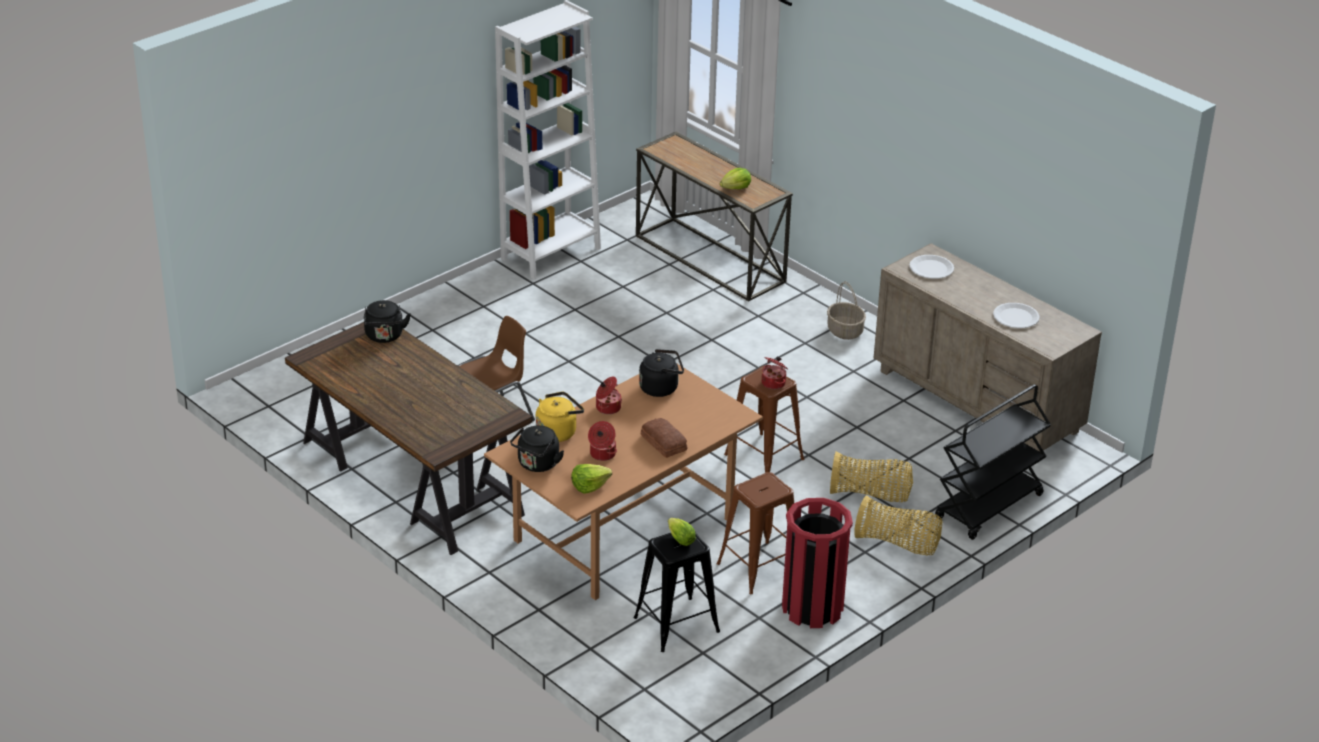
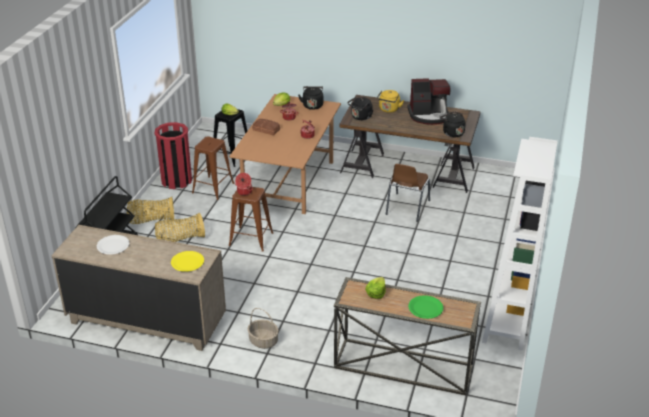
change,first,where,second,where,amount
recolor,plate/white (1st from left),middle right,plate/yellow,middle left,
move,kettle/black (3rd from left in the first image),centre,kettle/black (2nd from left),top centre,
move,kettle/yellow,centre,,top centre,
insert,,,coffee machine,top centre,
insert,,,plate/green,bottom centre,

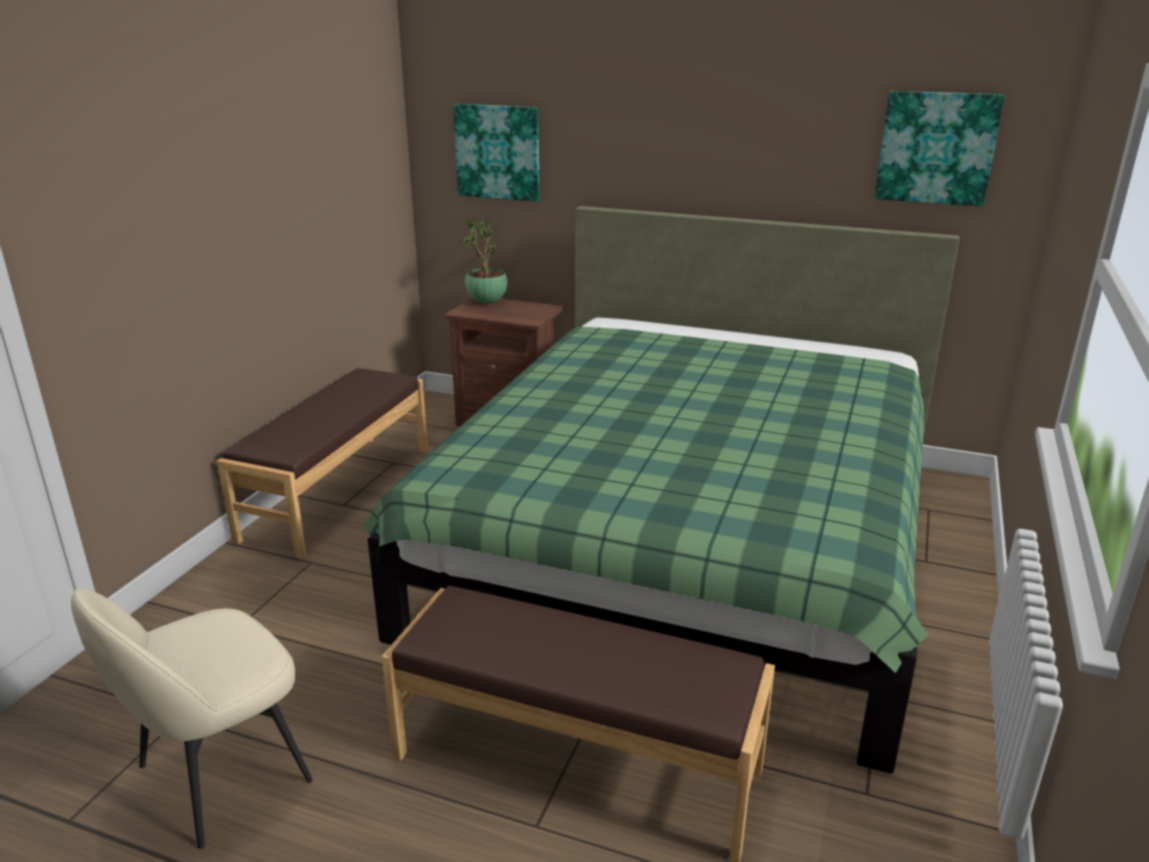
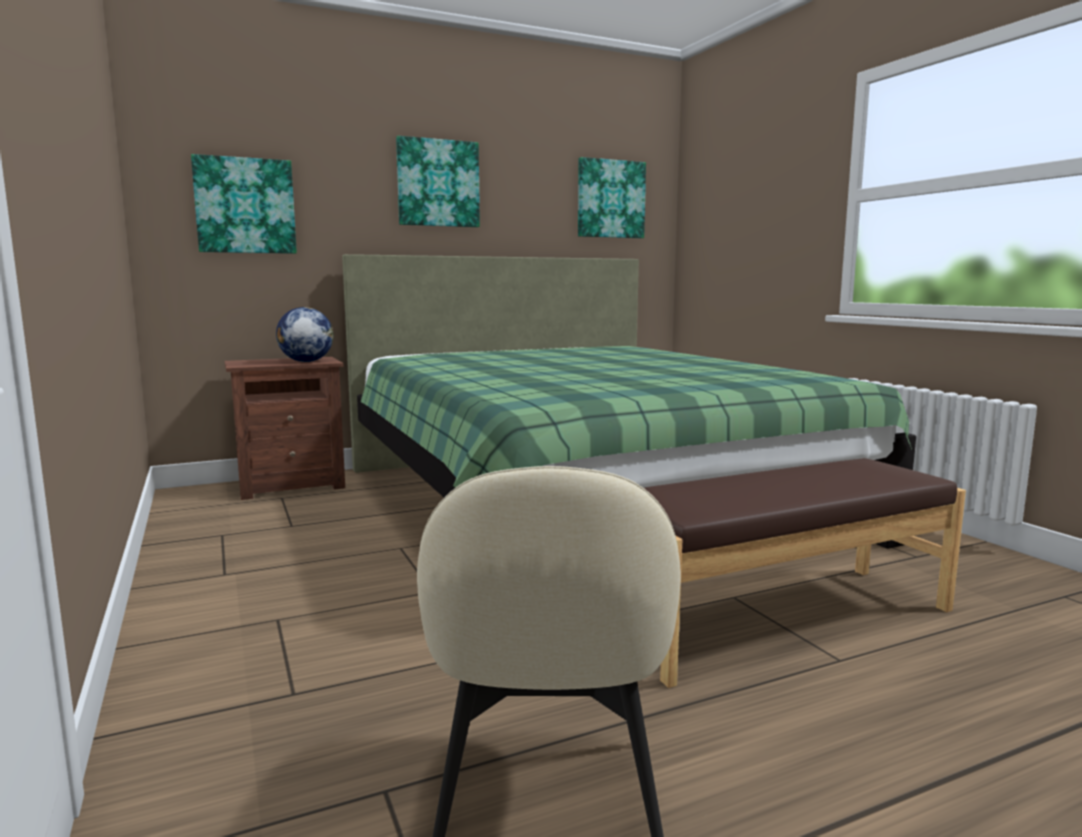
change,first,where,second,where,amount
delete,potted plant,top centre,,,
delete,bench/brown (1st from left),middle left,,,
insert,,,picture (2nd from left),top centre,
insert,,,globe,middle left,

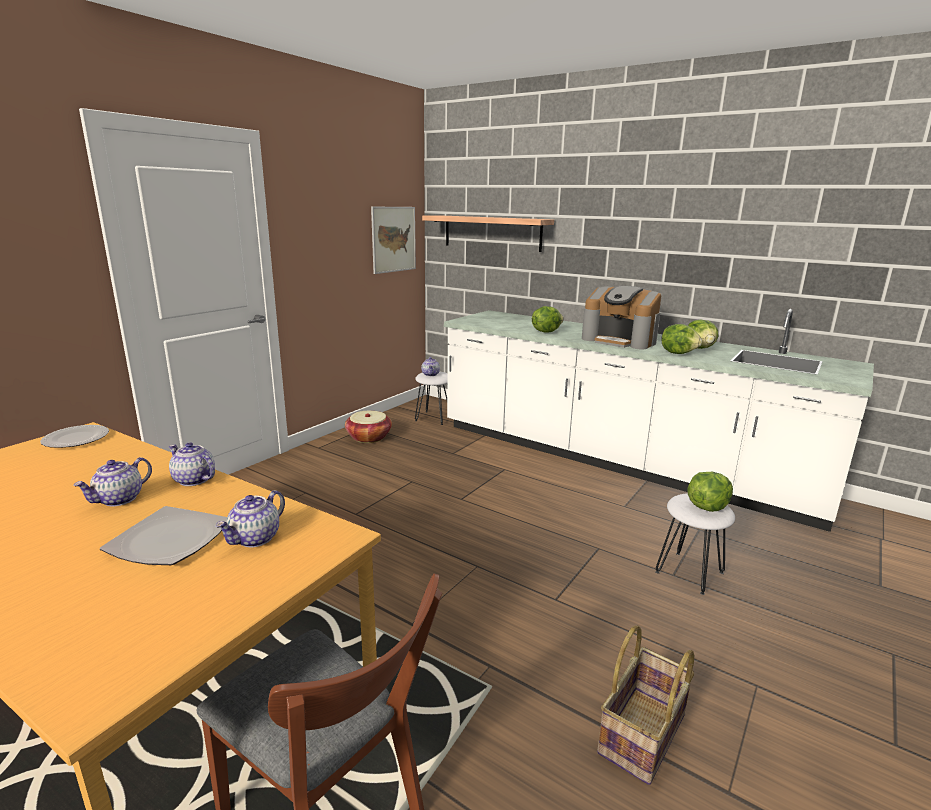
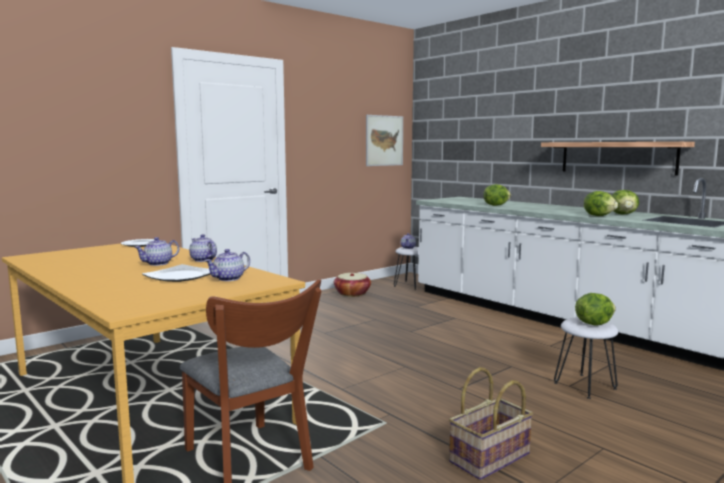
change,first,where,second,where,amount
move,shelf,top centre,,top right,
delete,coffee machine,middle right,,,

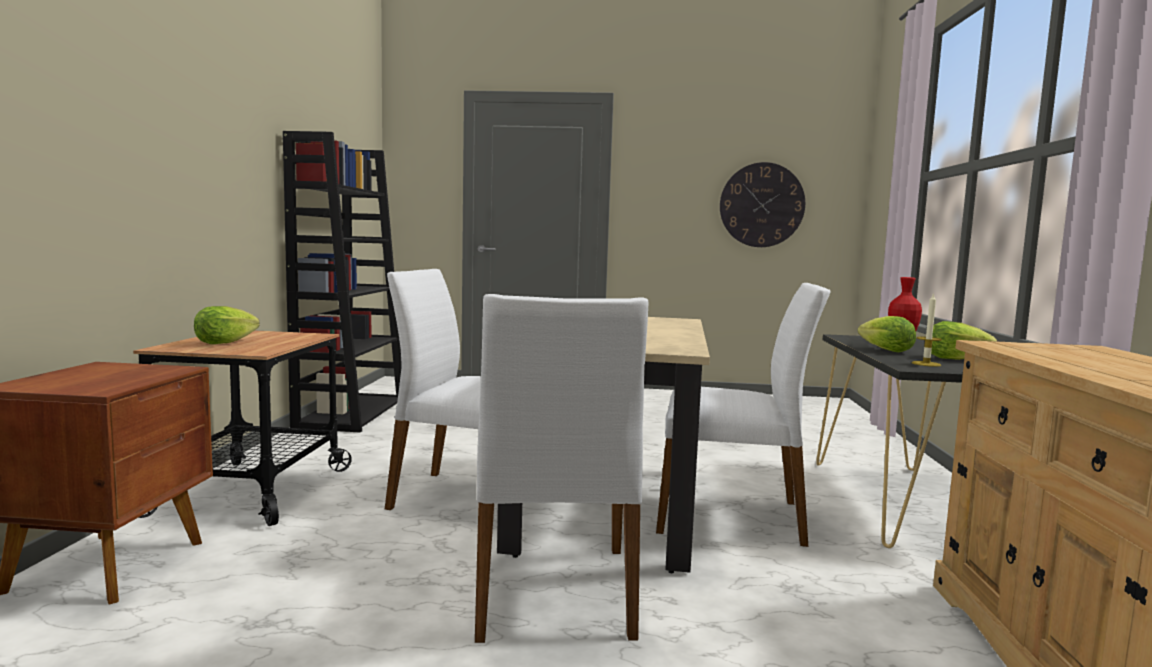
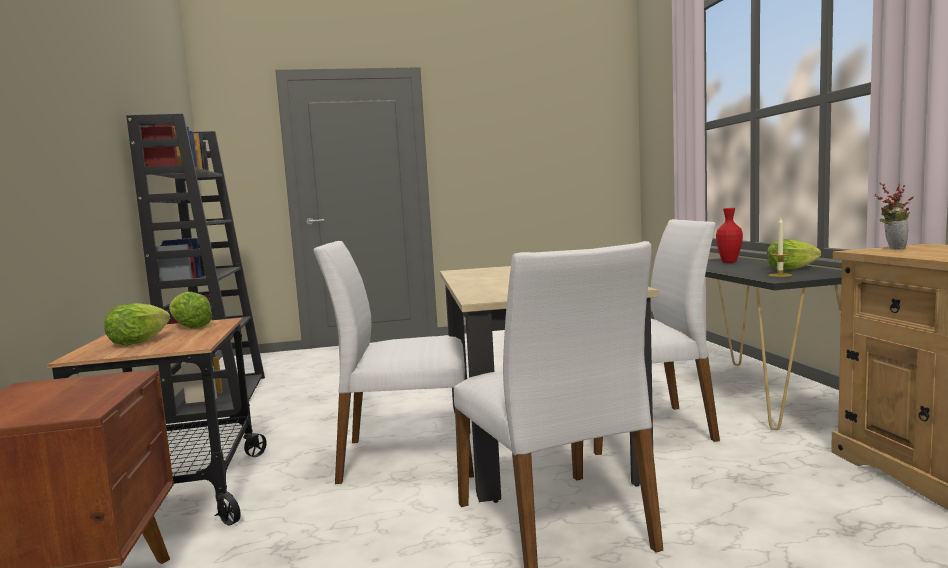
change,first,where,second,where,amount
delete,wall clock,top centre,,,
move,lettuce (2nd from left),middle right,,middle left,
insert,,,potted plant,middle right,

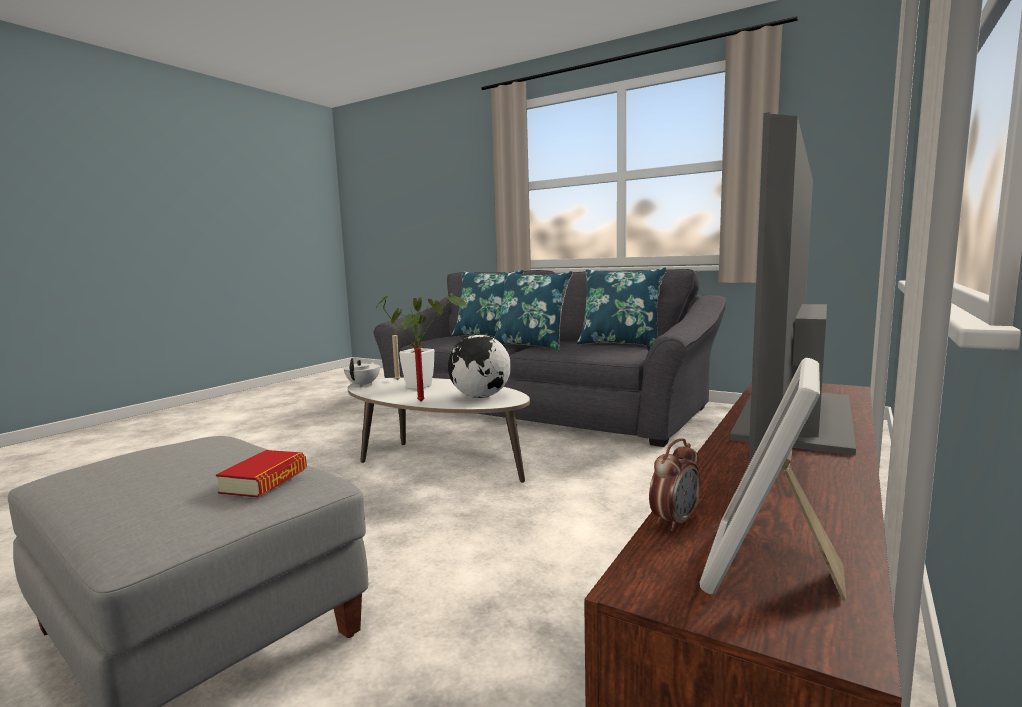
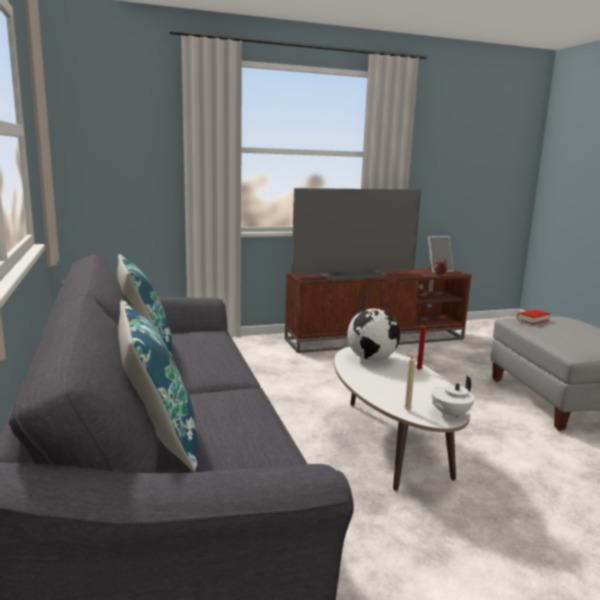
change,first,where,second,where,amount
delete,pillow/blue (2nd from left),centre,,,
delete,potted plant,centre,,,

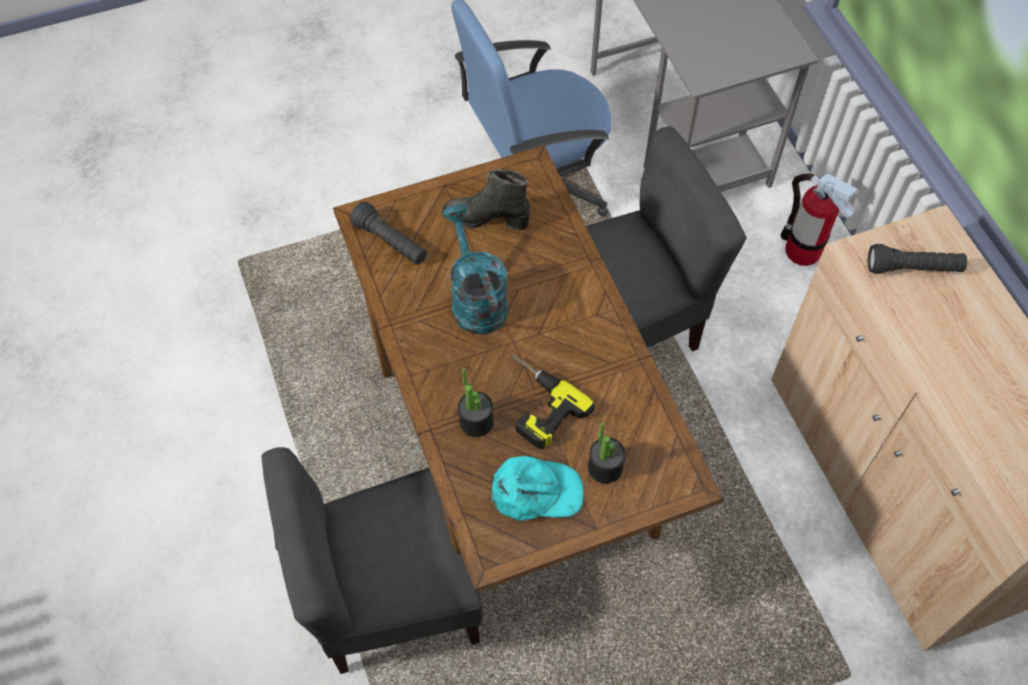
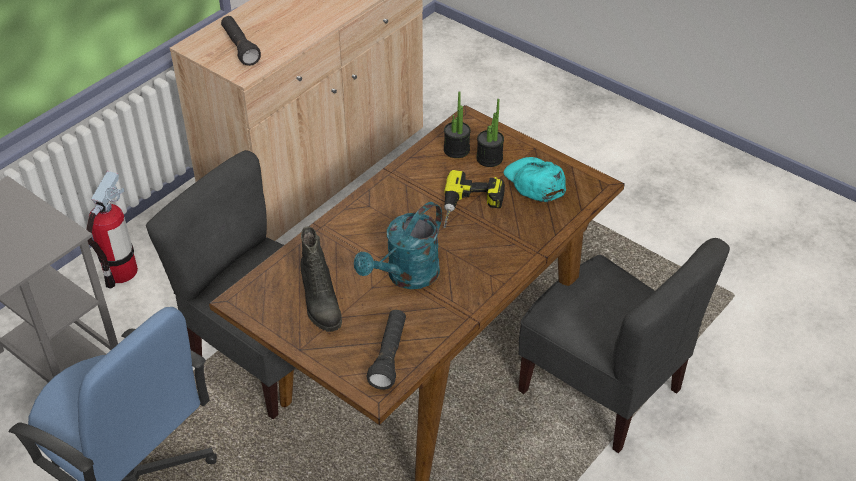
change,first,where,second,where,amount
move,potted plant (1st from left),centre,,top centre,

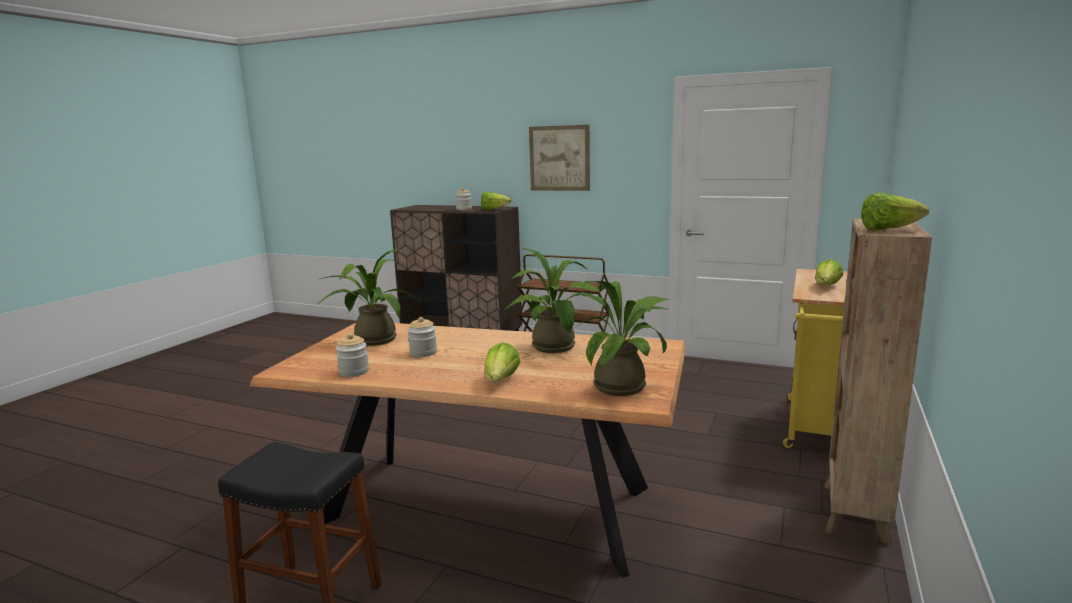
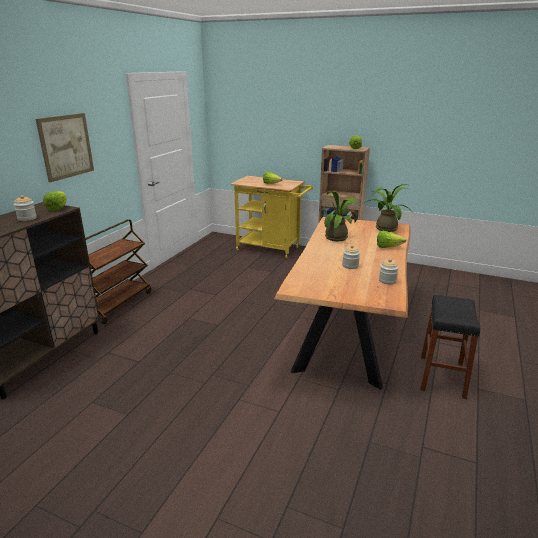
change,first,where,second,where,amount
delete,potted plant (1st from left),centre,,,

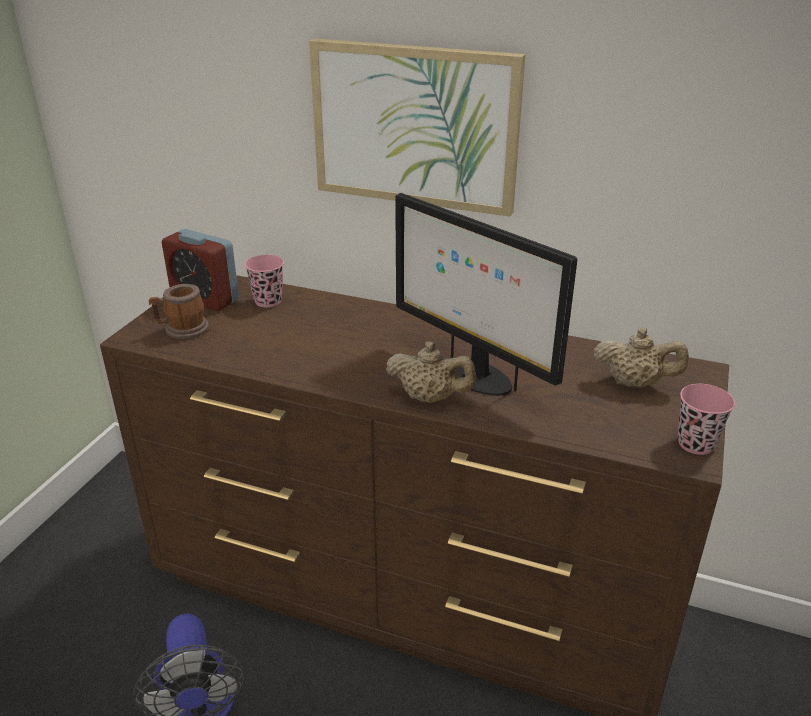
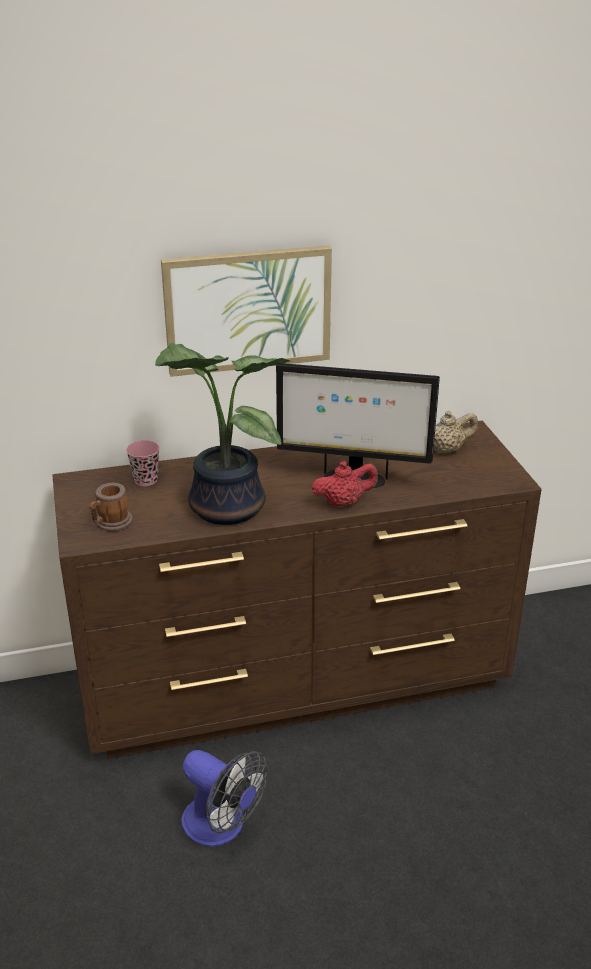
change,first,where,second,where,amount
delete,alarm clock,middle left,,,
recolor,teapot/beige (1st from left),centre,teapot/red,centre,
delete,cup/pink (2nd from left),middle right,,,
insert,,,potted plant,centre,

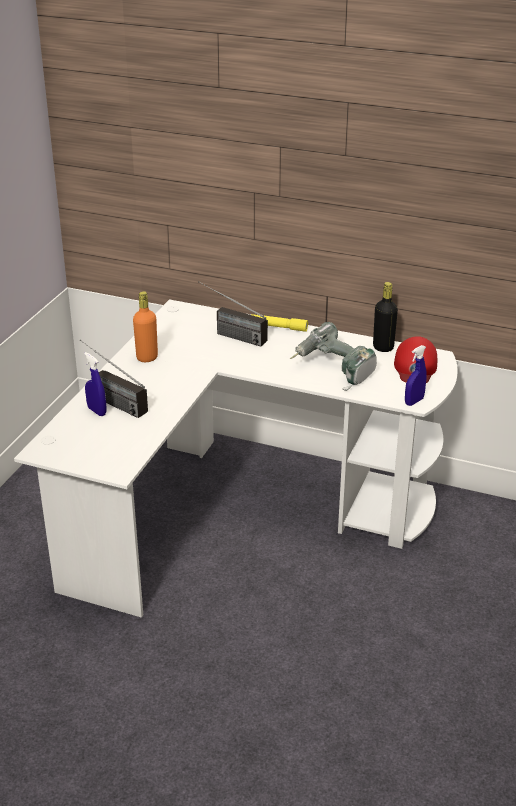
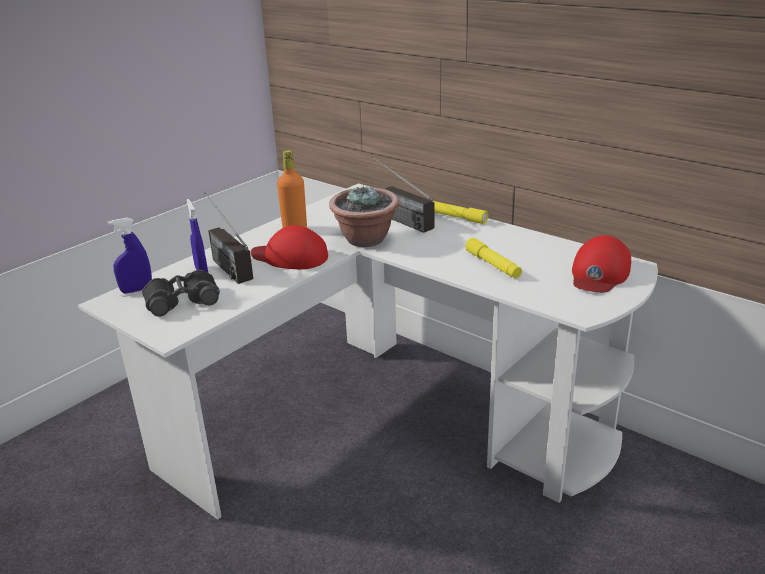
change,first,where,second,where,amount
delete,bottle/black,middle right,,,
replace,power drill,centre,flashlight/yellow (2nd from left),centre,
move,spray bottle/blue (2nd from left in the first image),middle right,spray bottle/blue (1st from left),middle left,
insert,,,potted plant,centre,
insert,,,cap/red (1st from left),centre,
insert,,,binoculars/black,middle left,

